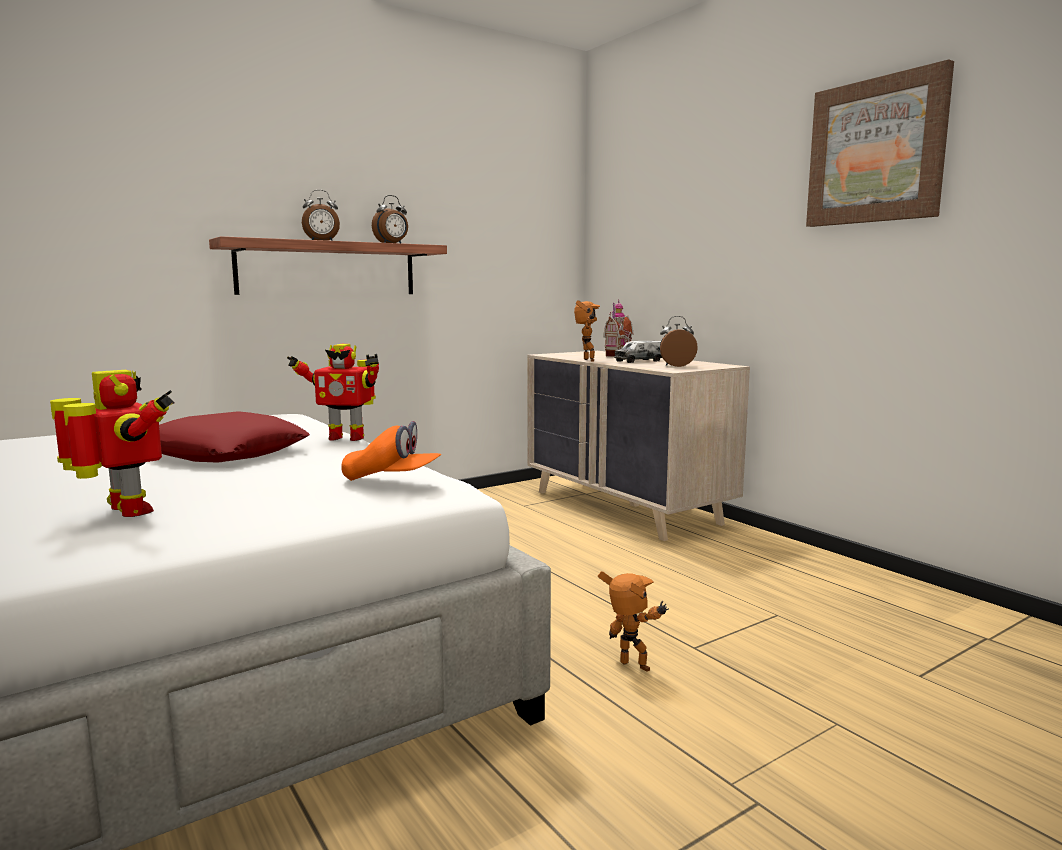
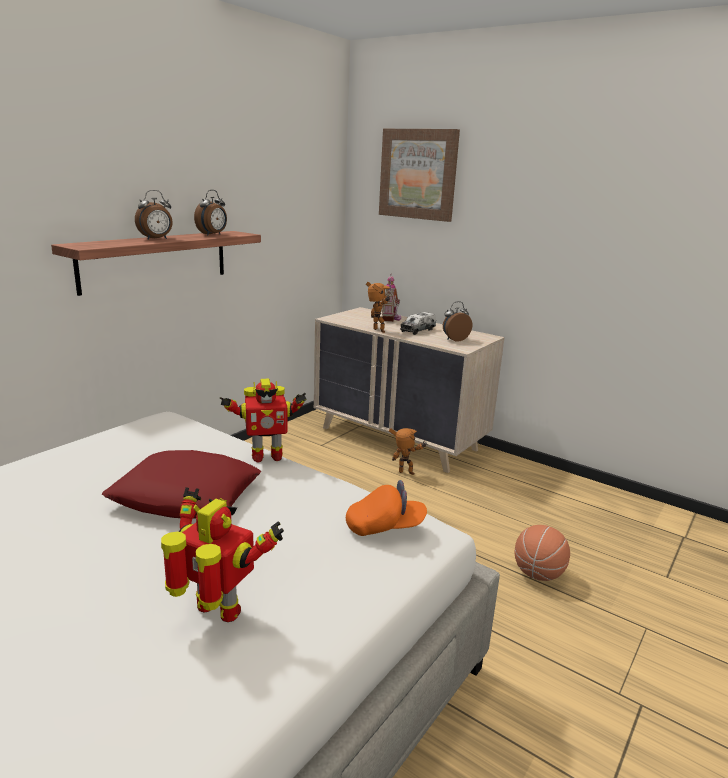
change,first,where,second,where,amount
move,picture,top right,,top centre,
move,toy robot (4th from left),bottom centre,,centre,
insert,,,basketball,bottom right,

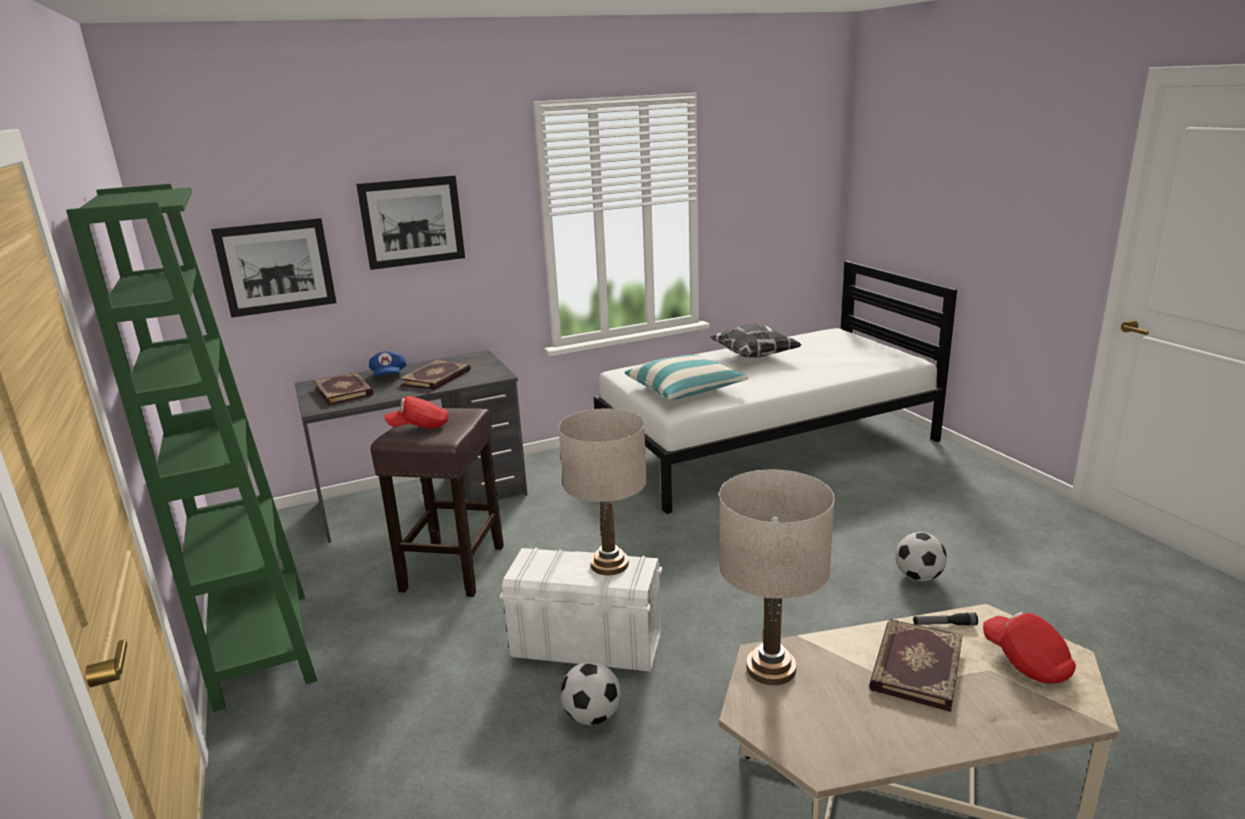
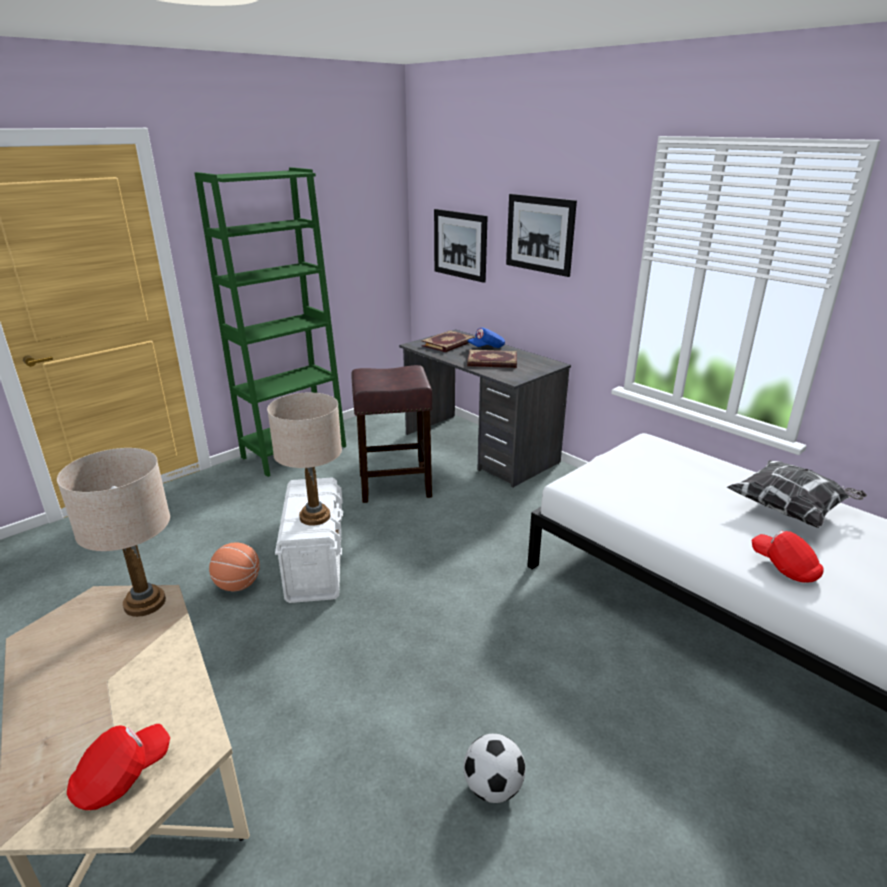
change,first,where,second,where,amount
delete,pillow (1st from left),centre,,,
move,cap/red (1st from left in the first image),centre,cap/red (2nd from left),middle right,
delete,flashlight,bottom right,,,
delete,book (3rd from left),bottom right,,,
replace,football (1st from left),bottom centre,basketball,middle left,

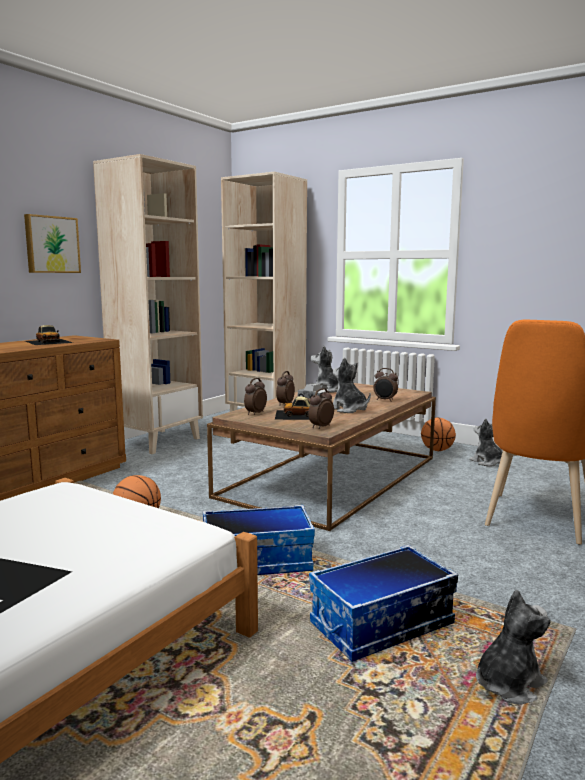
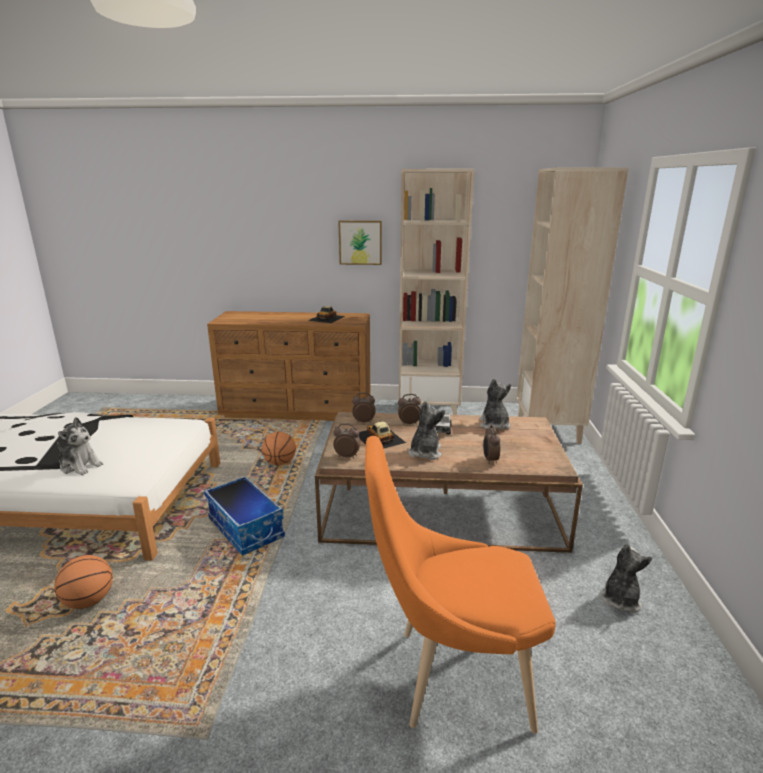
change,first,where,second,where,amount
move,basketball (2nd from left in the first image),middle right,basketball (1st from left),bottom left,
delete,storage box (2nd from left),bottom centre,,,
move,plush toy (4th from left in the first image),bottom right,plush toy (1st from left),middle left,

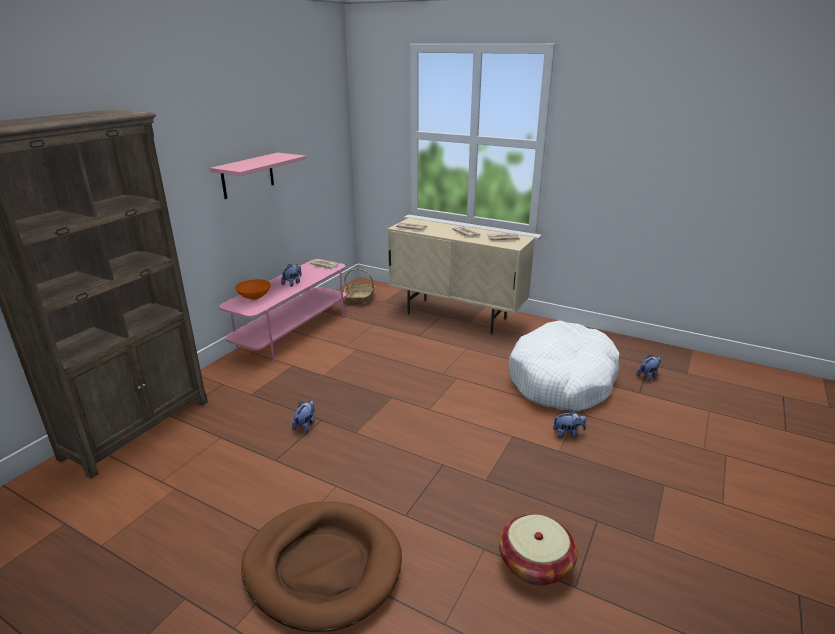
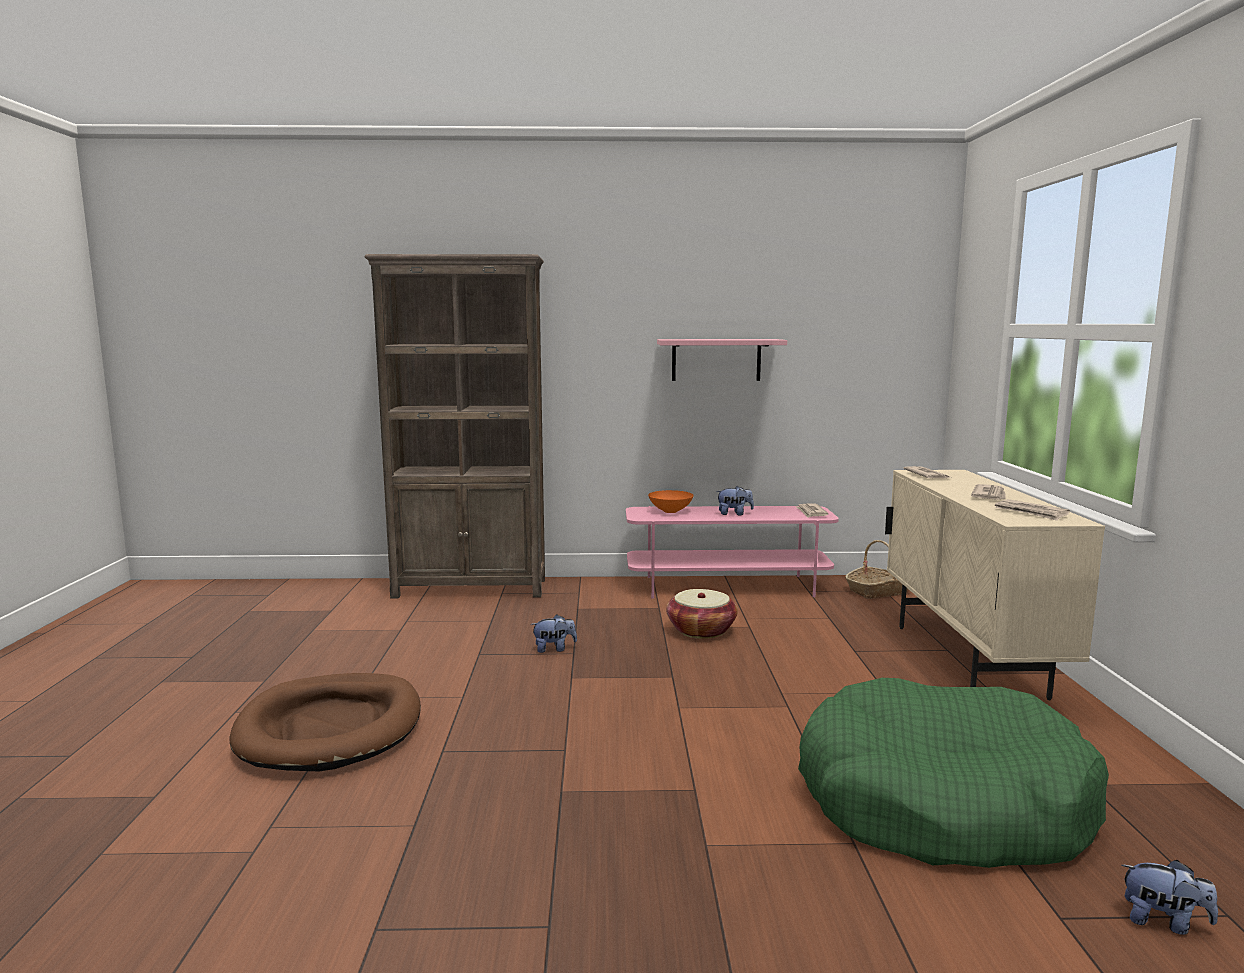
change,first,where,second,where,amount
recolor,dog bed/white,middle right,dog bed/green,bottom right,
delete,plush toy (3rd from left),bottom right,,,
move,basket (2nd from left in the first image),bottom centre,basket (1st from left),centre,

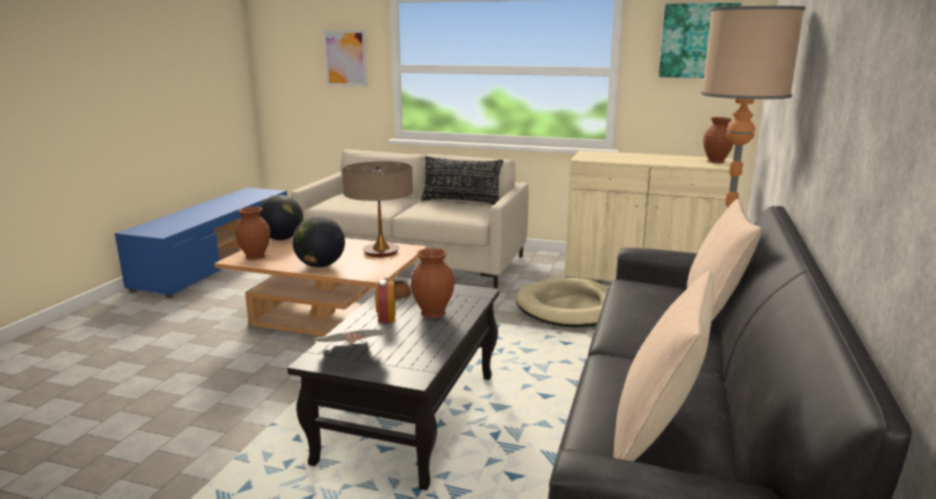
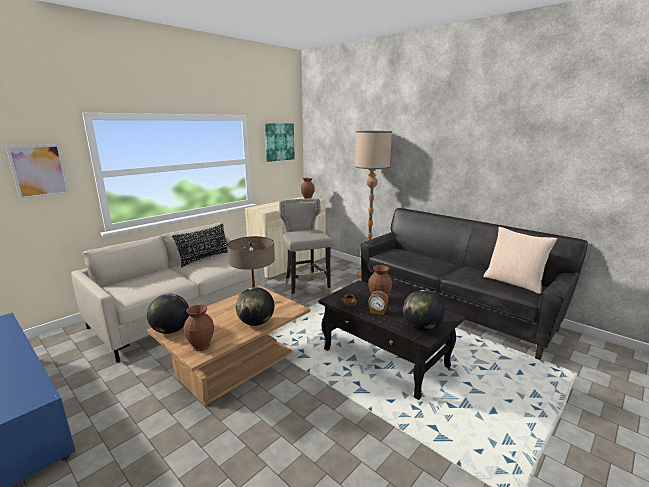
change,first,where,second,where,amount
delete,pillow/beige (2nd from left),middle right,,,
replace,dog bed/beige,centre,stool/grey,centre,
replace,newspaper,bottom centre,globe (3rd from left),centre,

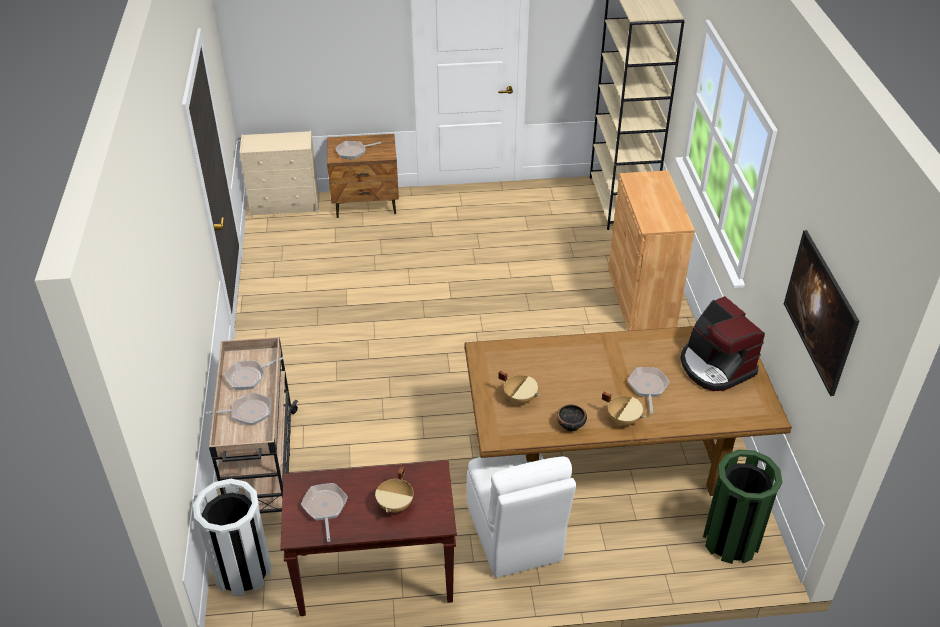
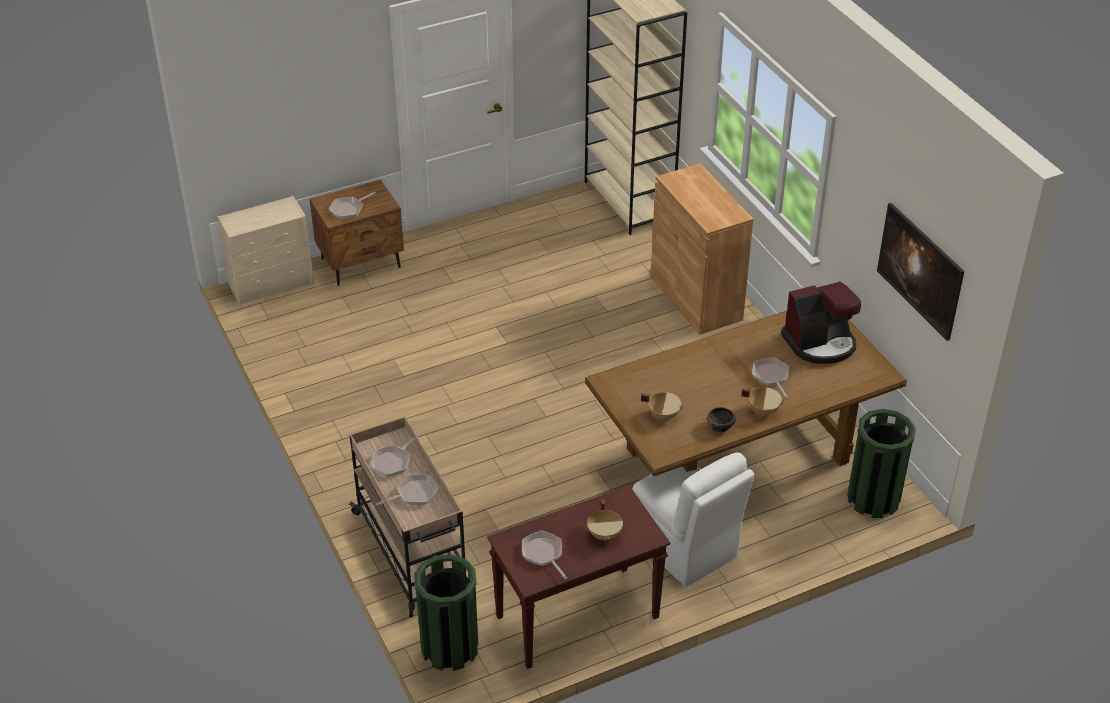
change,first,where,second,where,amount
rotate,coffee machine,middle right,,middle right,60 degrees counterclockwise
recolor,trash can/white,bottom left,trash can/green (1st from left),bottom centre,

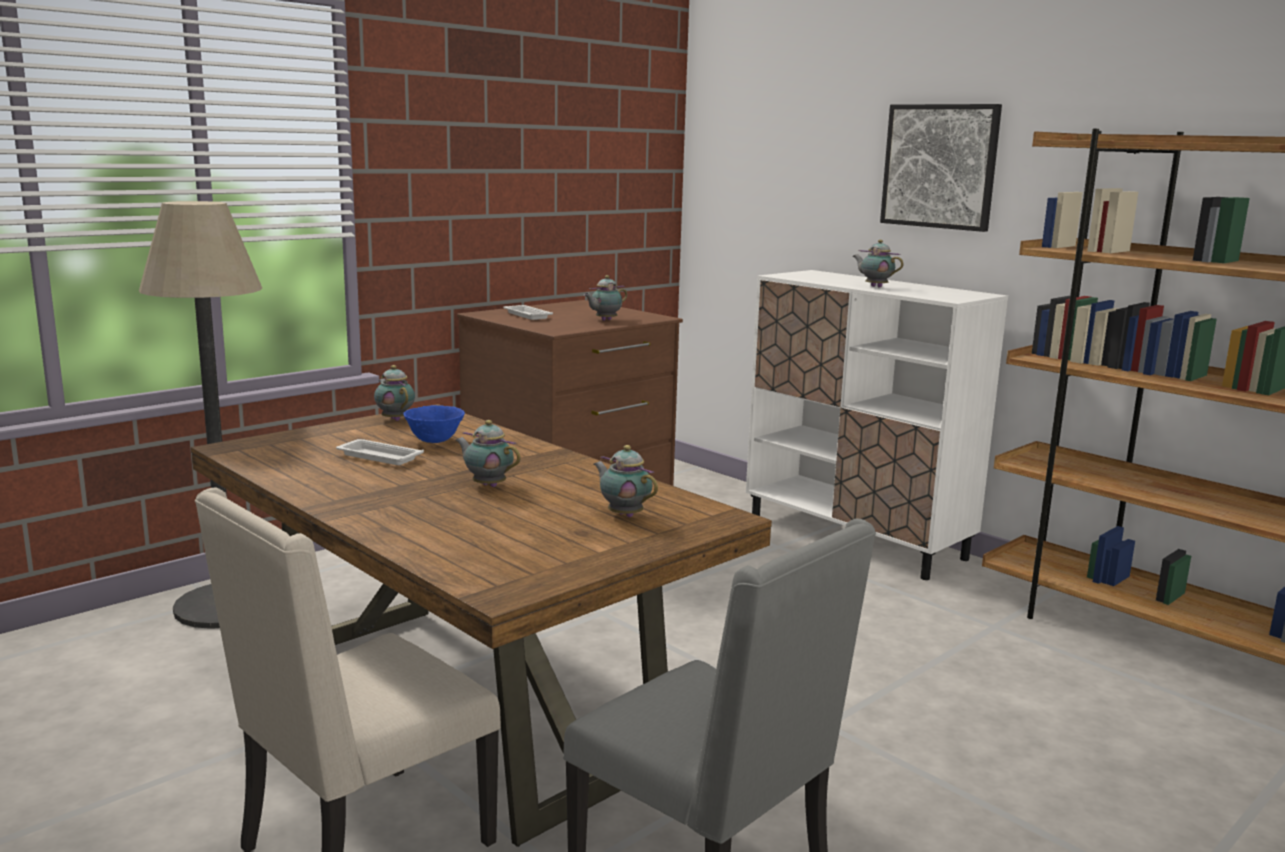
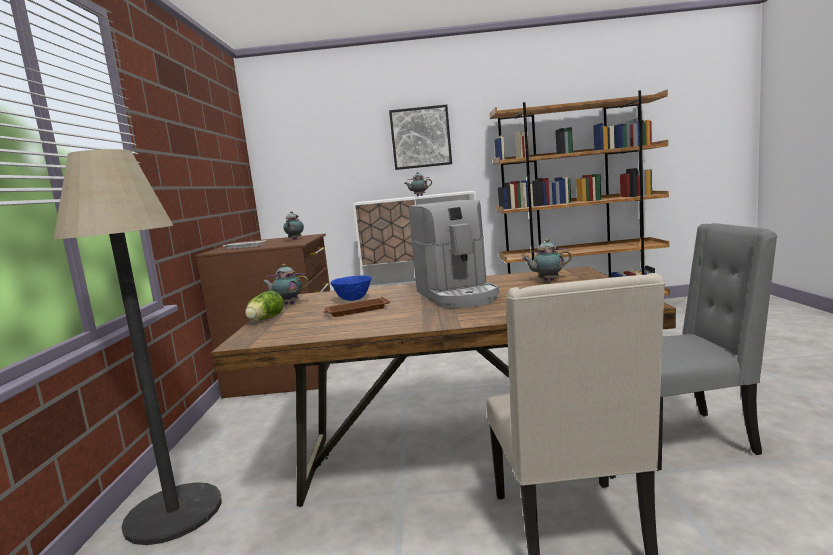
change,first,where,second,where,amount
replace,teapot (2nd from left),centre,coffee machine,centre,
recolor,tray/white (1st from left),middle left,tray/brown,centre,
insert,,,lettuce,middle left,

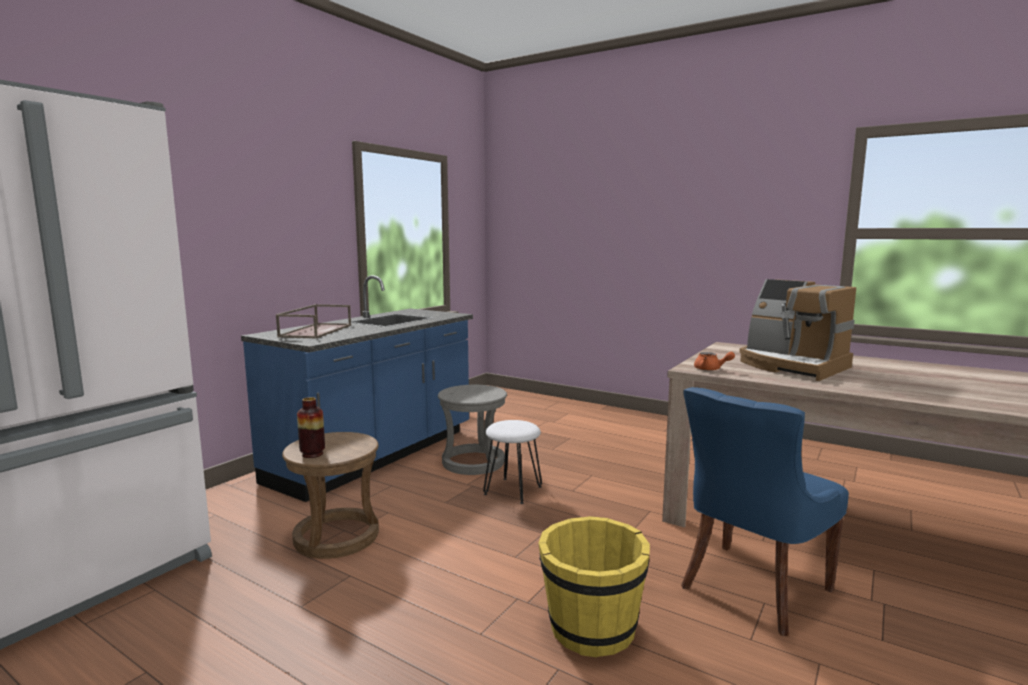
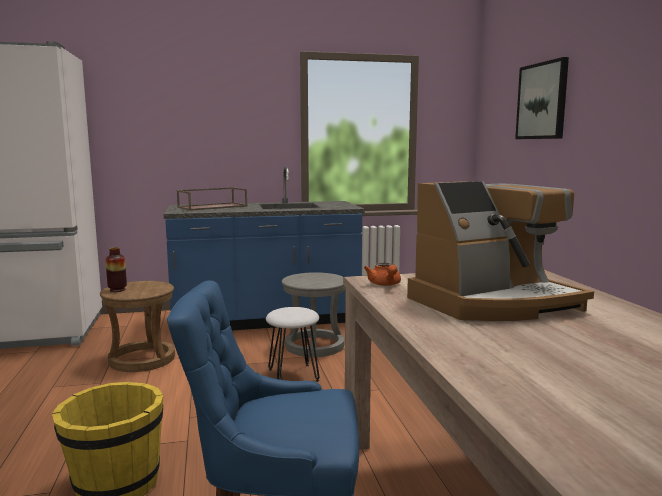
change,first,where,second,where,amount
rotate,coffee machine,middle right,,middle right,120 degrees counterclockwise
insert,,,picture,top right,

